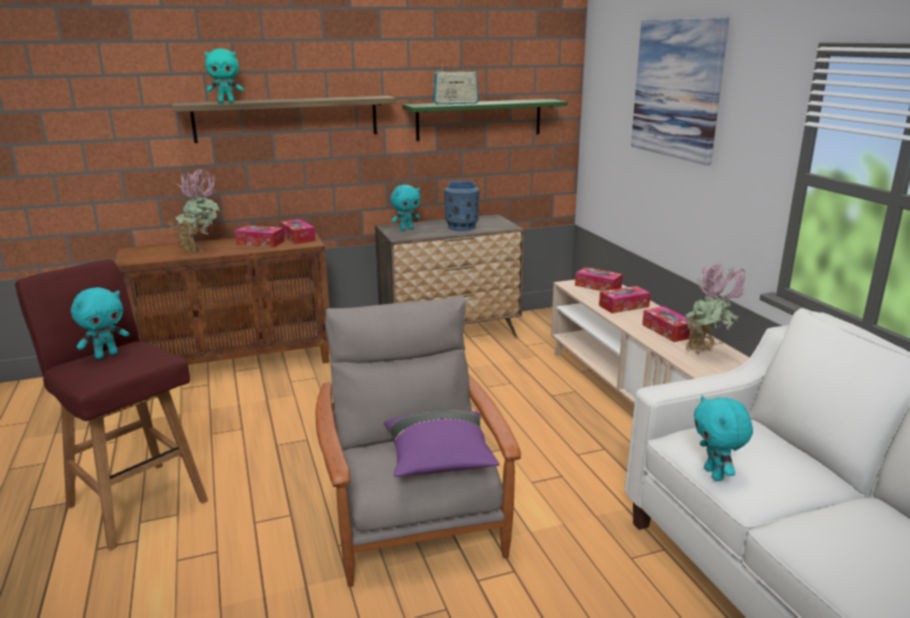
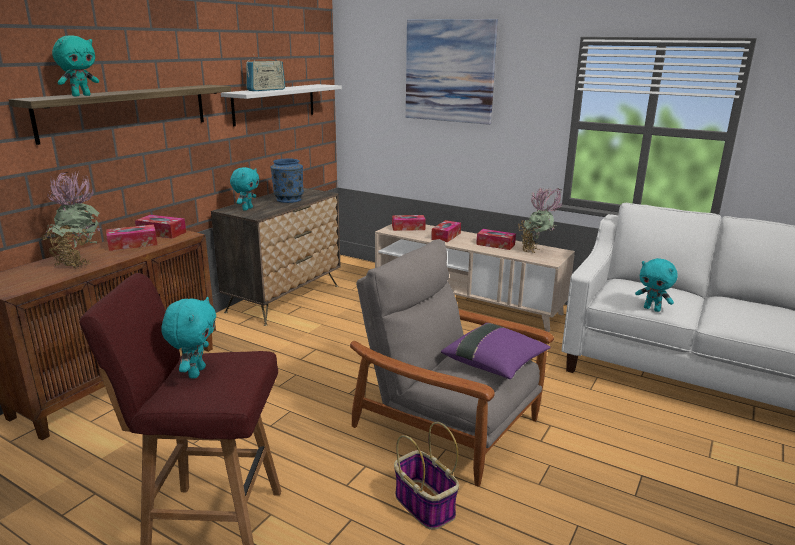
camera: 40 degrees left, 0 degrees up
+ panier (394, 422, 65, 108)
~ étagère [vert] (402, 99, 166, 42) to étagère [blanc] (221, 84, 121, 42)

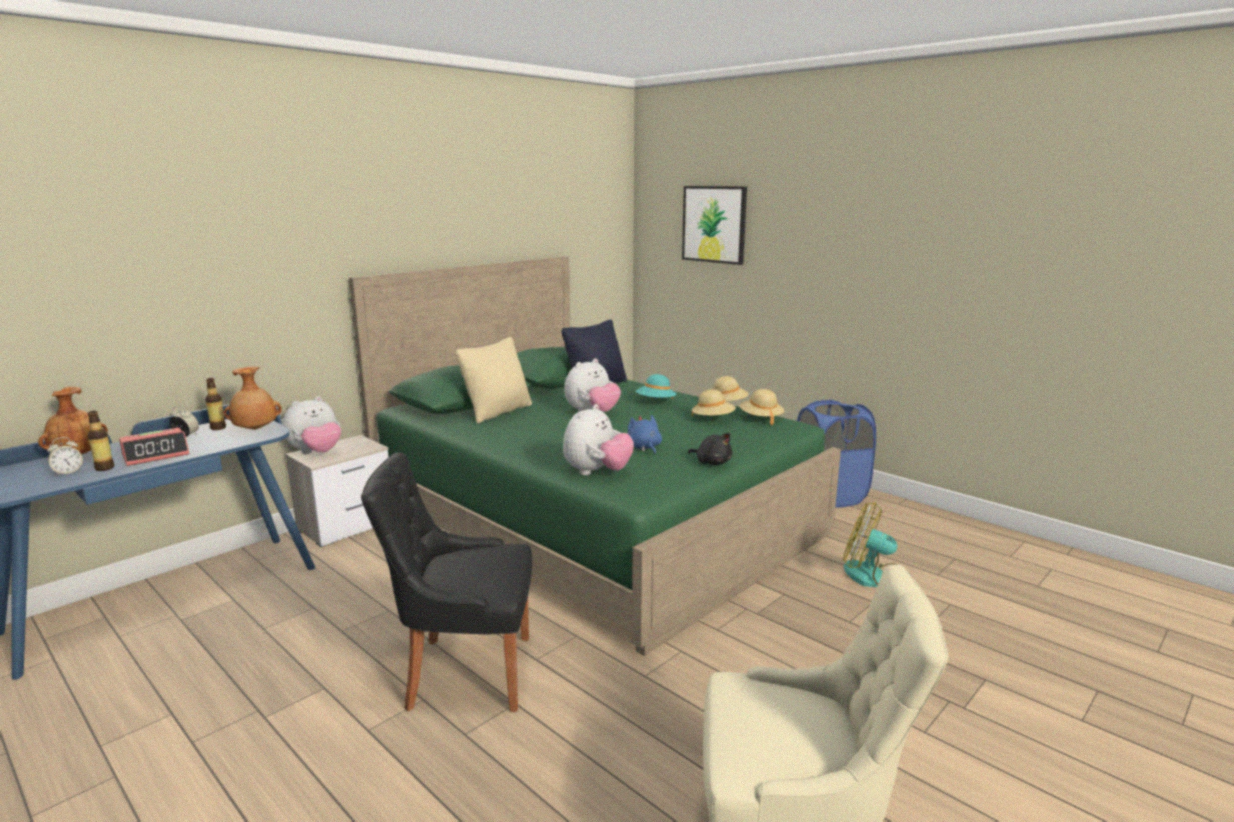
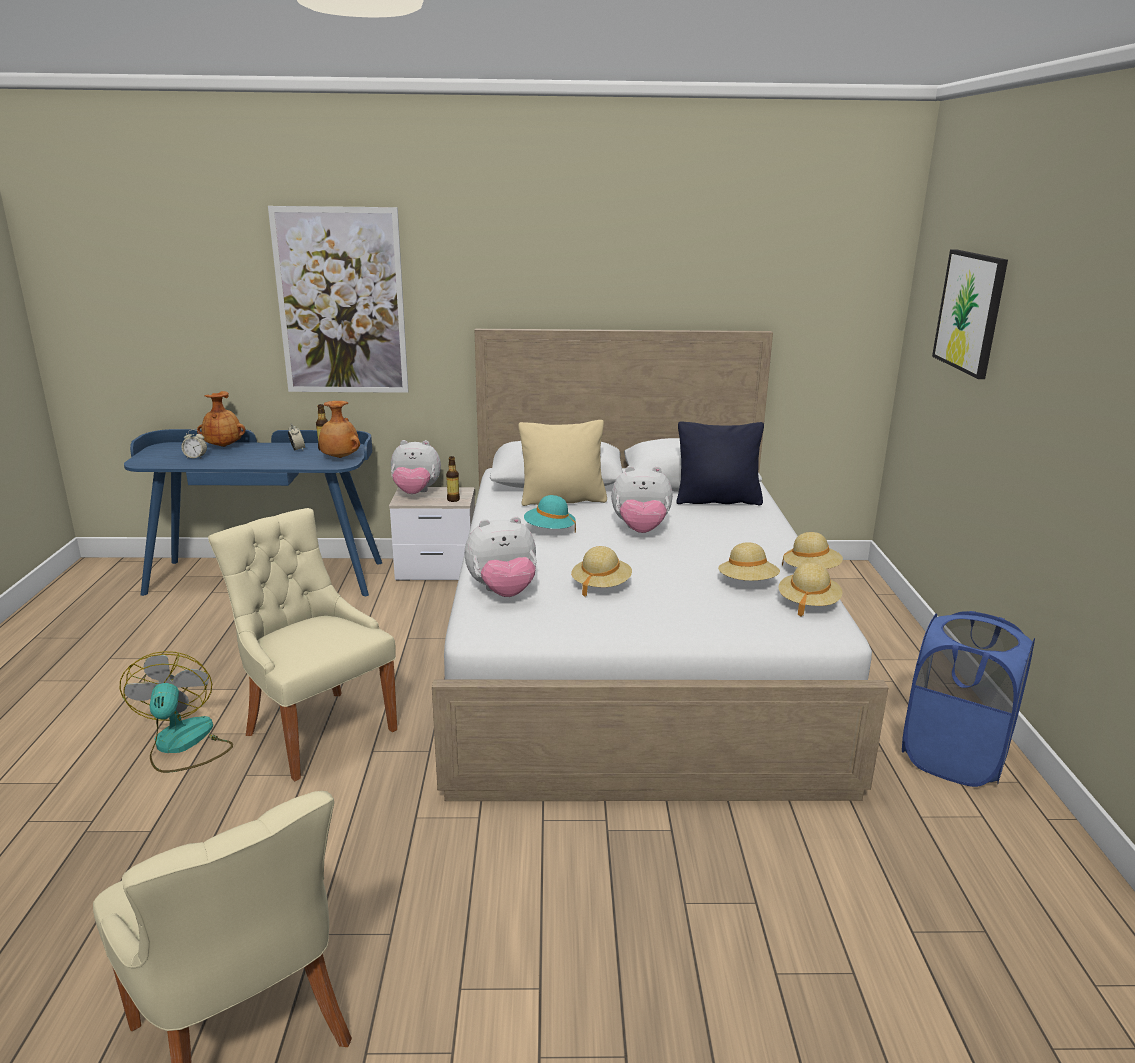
camera: 45 degrees right, 5 degrees up
- réveil (119, 428, 71, 38)
- peluche [noir] (688, 433, 44, 32)
+ tableau (268, 206, 140, 187)
~ bouteille (88, 411, 26, 60) to (446, 456, 14, 46)
~ chapeau [turquoise] (635, 374, 42, 25) to (524, 495, 52, 38)
~ ventilateur (843, 503, 70, 84) to (120, 651, 113, 122)
~ peluche [bleu] (627, 415, 35, 39) to chapeau [beige] (571, 546, 61, 51)
~ lit [vert] (349, 257, 492, 399) to lit [blanc] (432, 329, 456, 472)
~ chaise [noir] (361, 453, 171, 259) to chaise [beige] (208, 508, 189, 273)

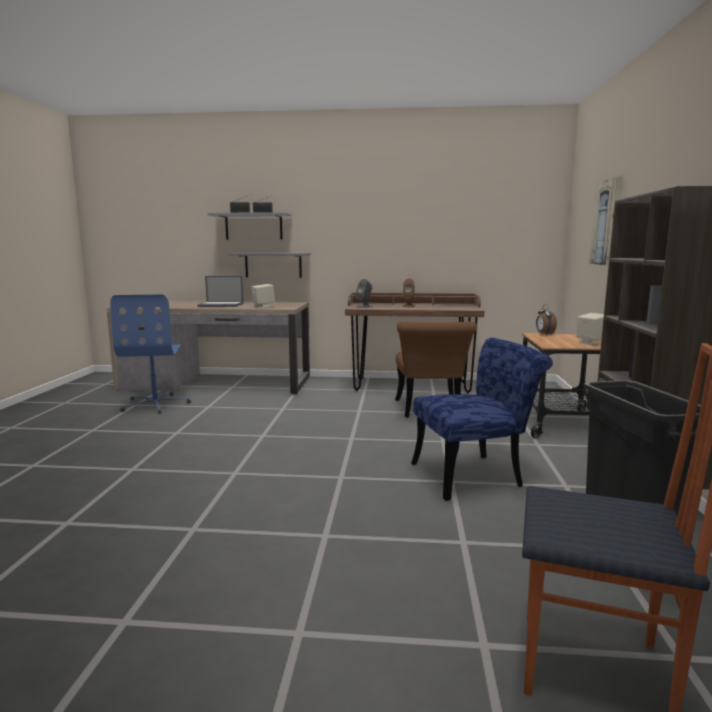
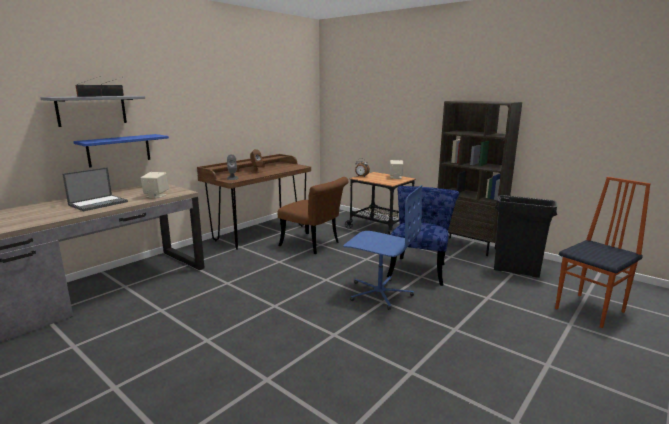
camera: 55 degrees left, 5 degrees up
- tableau (589, 176, 33, 90)
~ chaise de bureau [bleu] (110, 294, 81, 120) to (343, 185, 79, 125)
~ étagère [gris] (228, 253, 82, 25) to étagère [bleu] (73, 134, 96, 34)

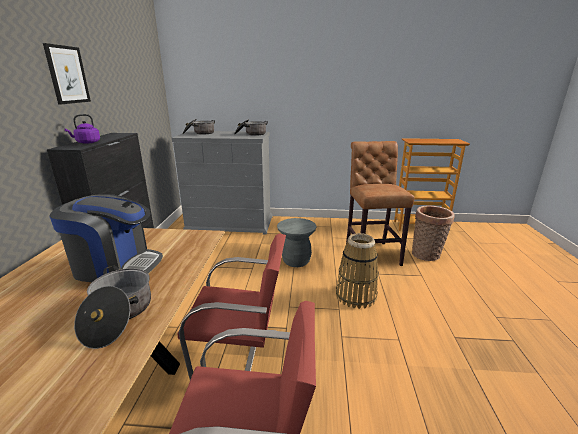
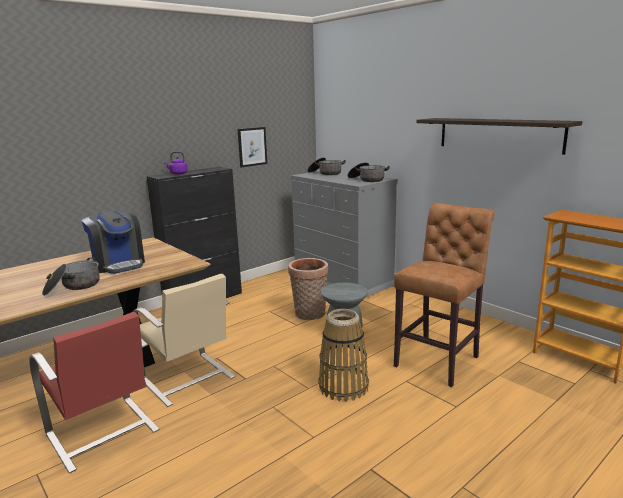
camera: 45 degrees right, 5 degrees down
+ étagère (416, 118, 167, 37)
~ tableau (43, 43, 48, 61) to (238, 127, 29, 40)
~ panier (412, 206, 42, 55) to (288, 258, 40, 62)
~ chaise [rouge] (177, 233, 109, 147) to chaise [beige] (132, 274, 103, 133)

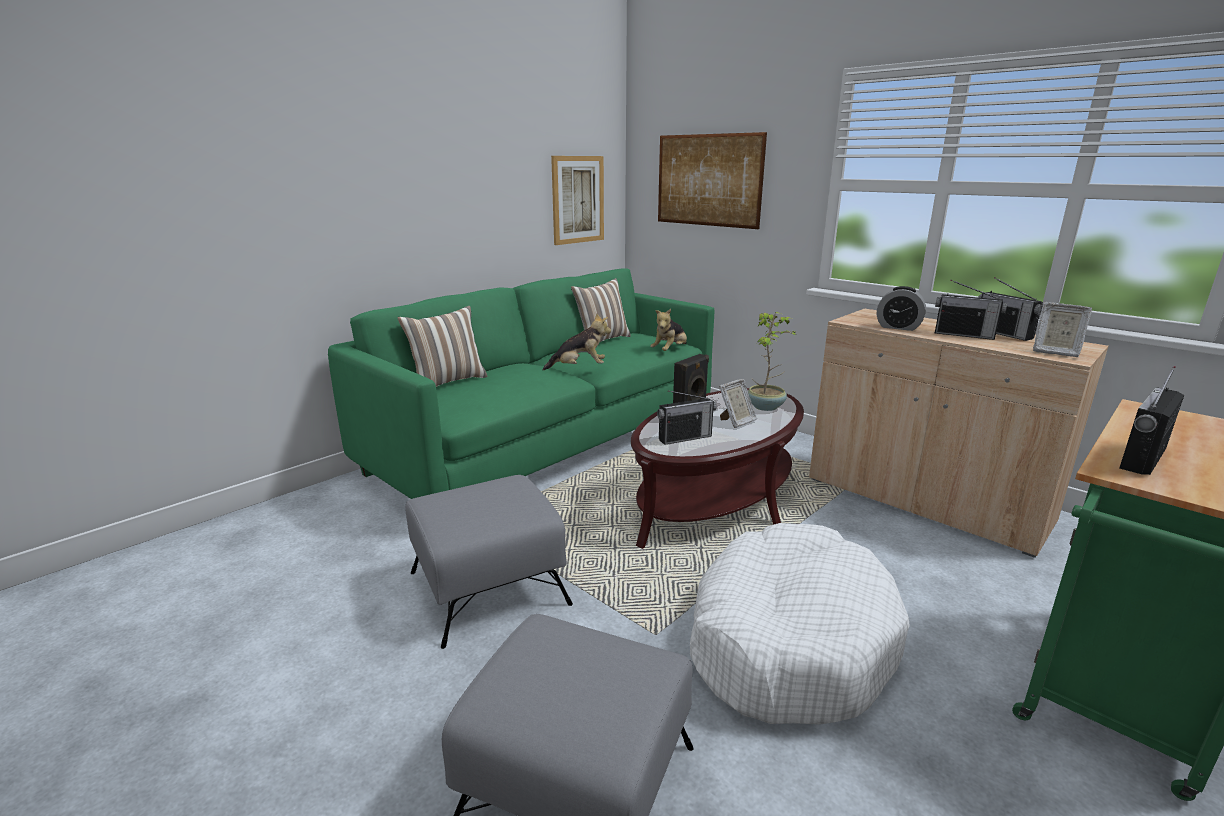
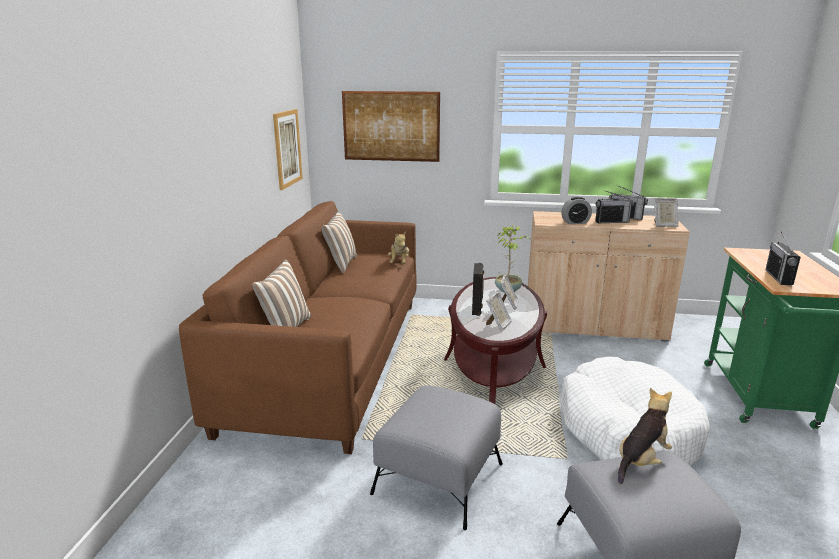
camera: 35 degrees left, 0 degrees up
~ peluche (542, 313, 69, 57) to (618, 388, 54, 96)
~ radio (657, 390, 60, 55) to cadre photo (486, 292, 26, 39)
~ canapé [vert] (328, 268, 386, 231) to canapé [marron] (179, 201, 238, 253)

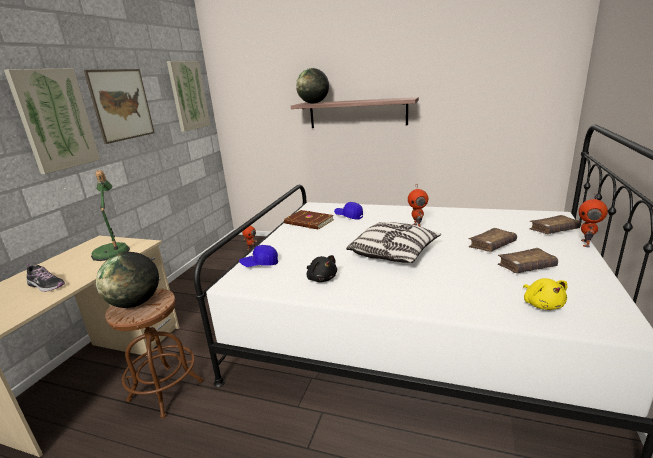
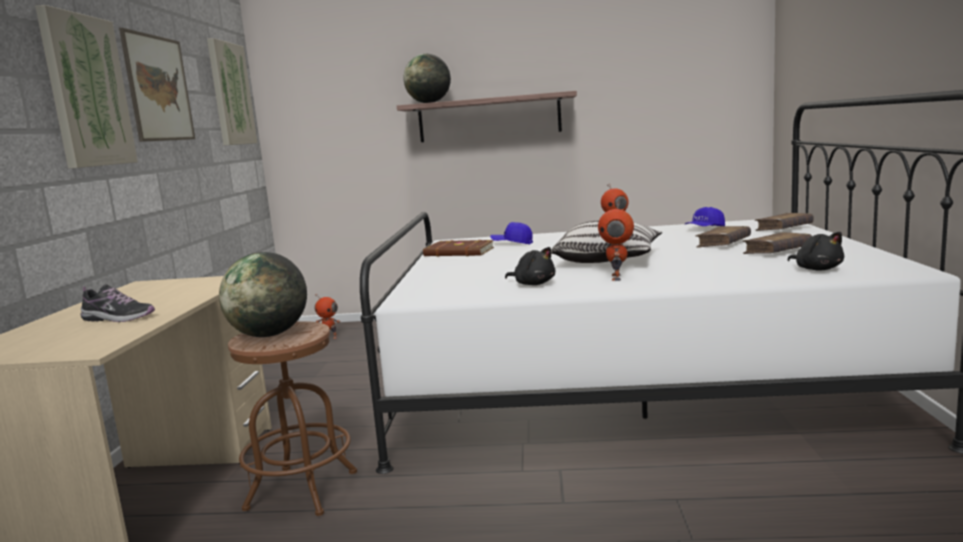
camera: 15 degrees left, 10 degrees down
- lampe de table (91, 170, 39, 91)
~ casquette [bleu] (239, 245, 39, 22) to (685, 207, 40, 19)
~ robot jouet (579, 193, 29, 54) to (598, 201, 36, 80)
~ peluche [jaune] (523, 278, 44, 32) to peluche [noir] (788, 232, 56, 39)

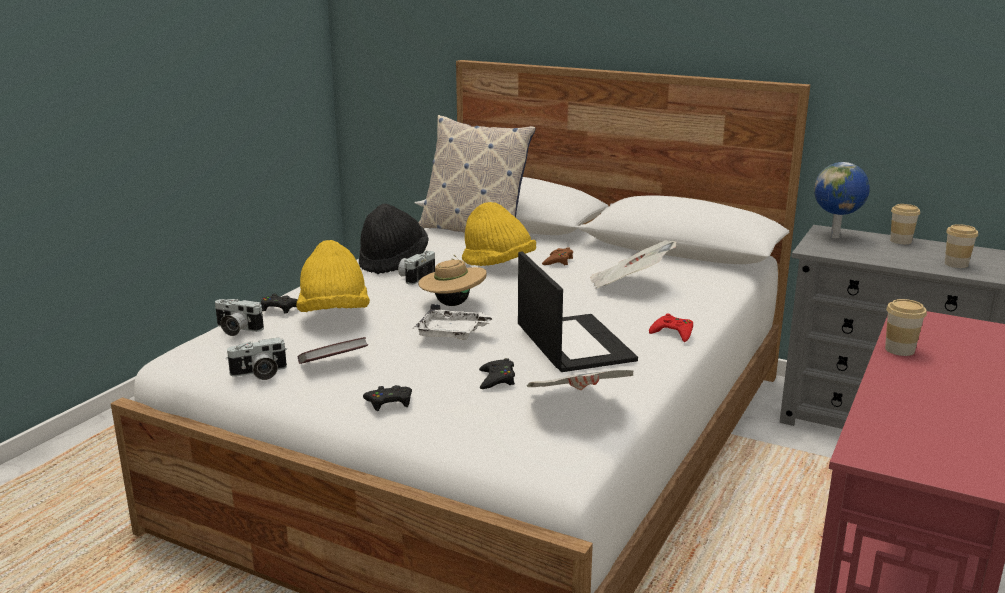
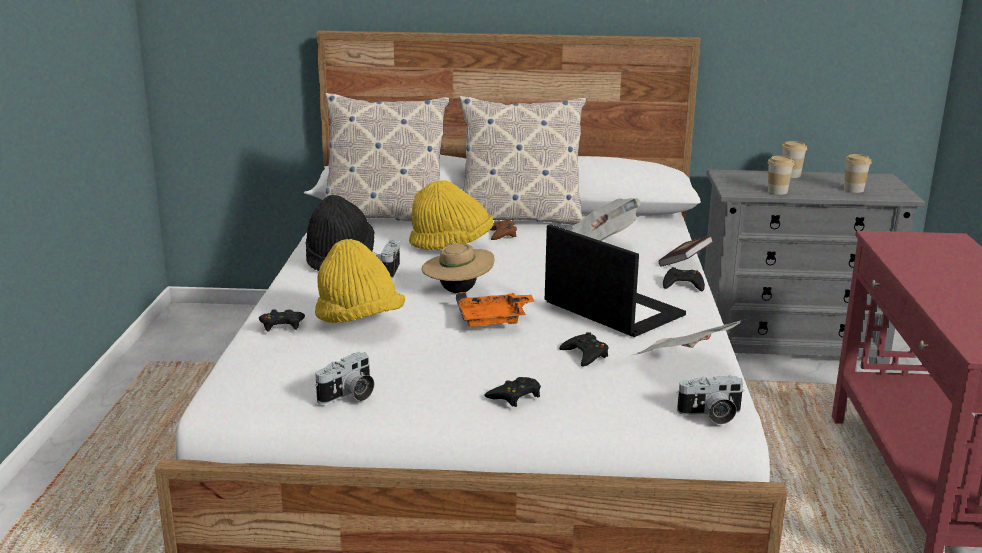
camera: 25 degrees left, 0 degrees up
- globe (814, 162, 56, 76)
+ coussin (459, 96, 127, 129)
~ appareil photo (215, 299, 49, 37) to (676, 376, 68, 48)
~ livre (298, 337, 70, 27) to (659, 236, 55, 31)
~ tasse (885, 299, 42, 57) to (768, 156, 26, 39)
~ plateau [blanc] (413, 304, 85, 36) to plateau [orange] (456, 292, 79, 35)
~ manette [rouge] (649, 314, 44, 28) to manette [noir] (663, 267, 42, 24)

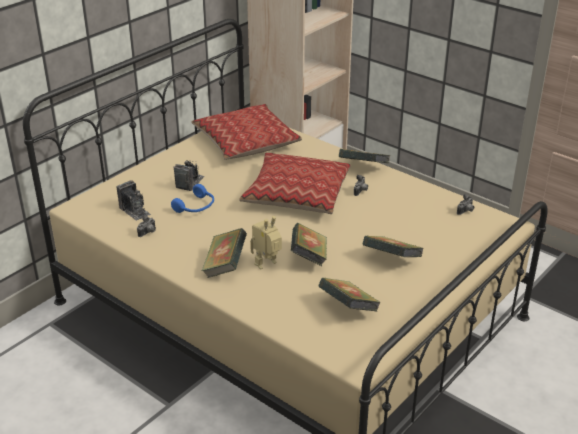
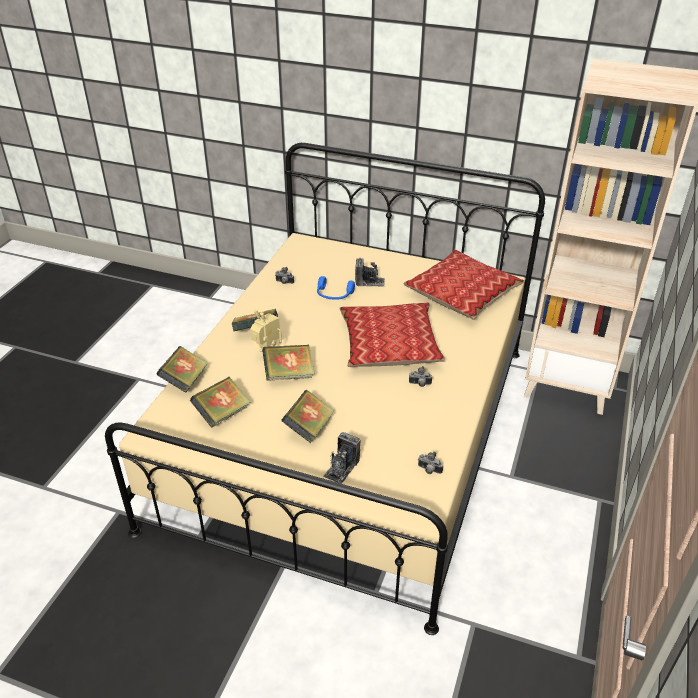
camera: 70 degrees right, 5 degrees up
~ appareil photo (117, 180, 34, 41) to (323, 432, 38, 52)
~ livre (339, 149, 51, 14) to (156, 346, 52, 47)

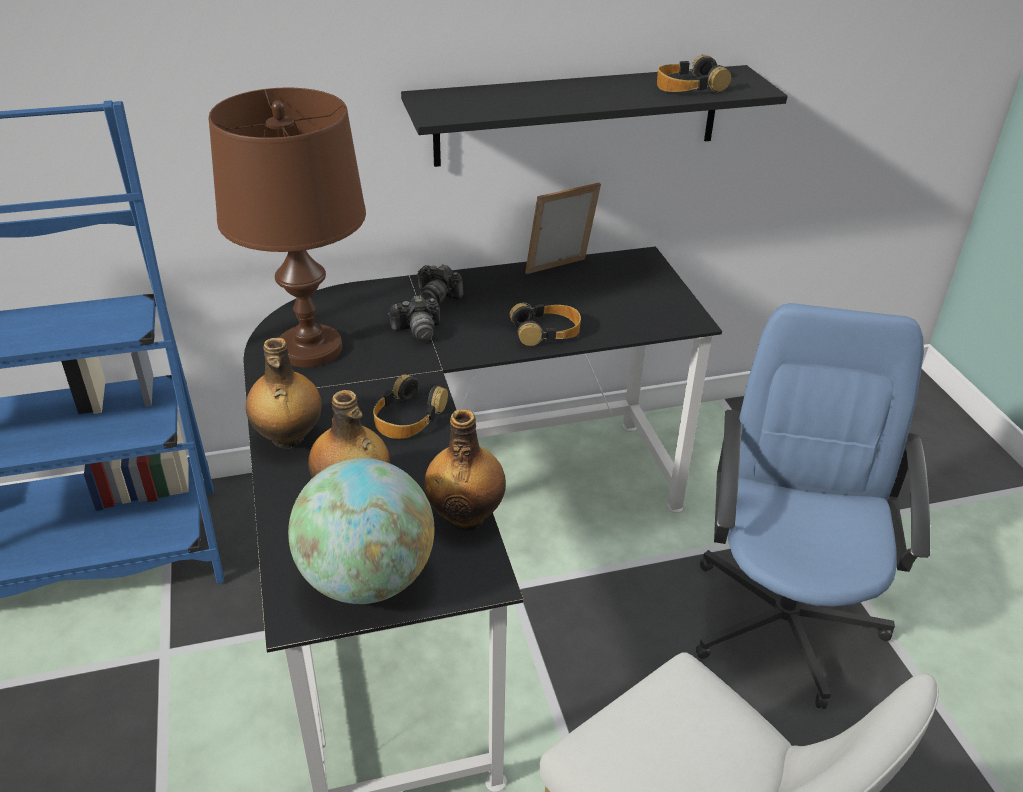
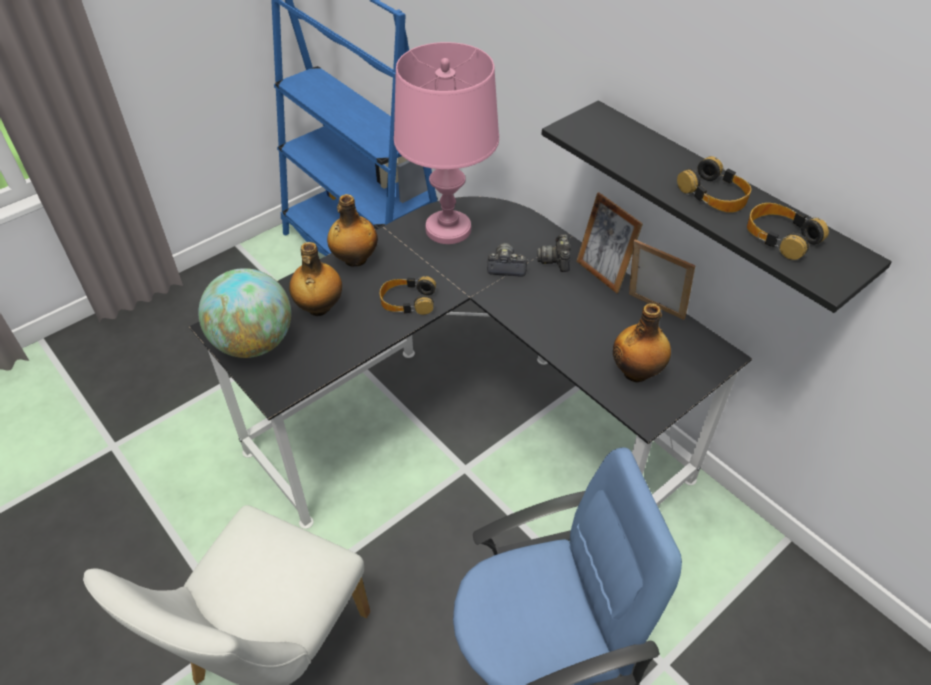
camera: 65 degrees right, 10 degrees up
+ cadre photo (577, 192, 66, 101)
~ bouteille (424, 409, 82, 122) to (613, 303, 58, 80)
~ casque audio (510, 303, 71, 43) to (677, 156, 74, 57)
~ lampe de table [marron] (209, 88, 157, 279) to lampe de table [rose] (394, 42, 105, 202)
~ appareil photo (388, 295, 52, 46) = (487, 243, 42, 34) 135 degrees clockwise

